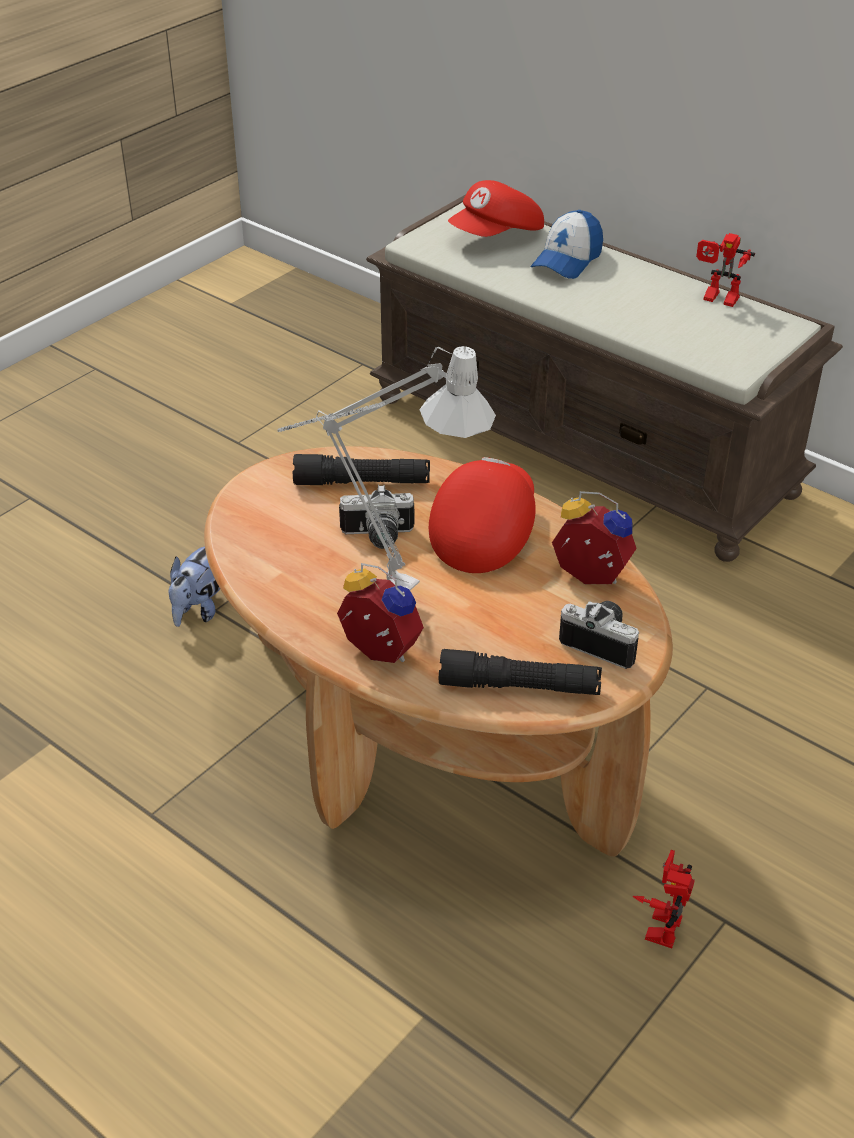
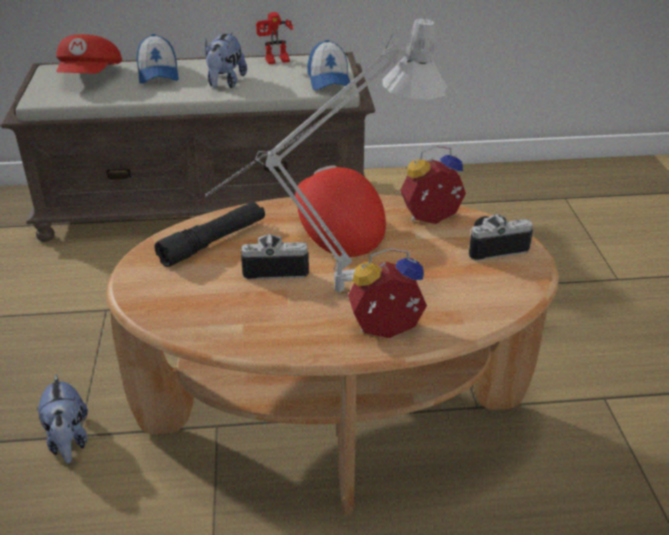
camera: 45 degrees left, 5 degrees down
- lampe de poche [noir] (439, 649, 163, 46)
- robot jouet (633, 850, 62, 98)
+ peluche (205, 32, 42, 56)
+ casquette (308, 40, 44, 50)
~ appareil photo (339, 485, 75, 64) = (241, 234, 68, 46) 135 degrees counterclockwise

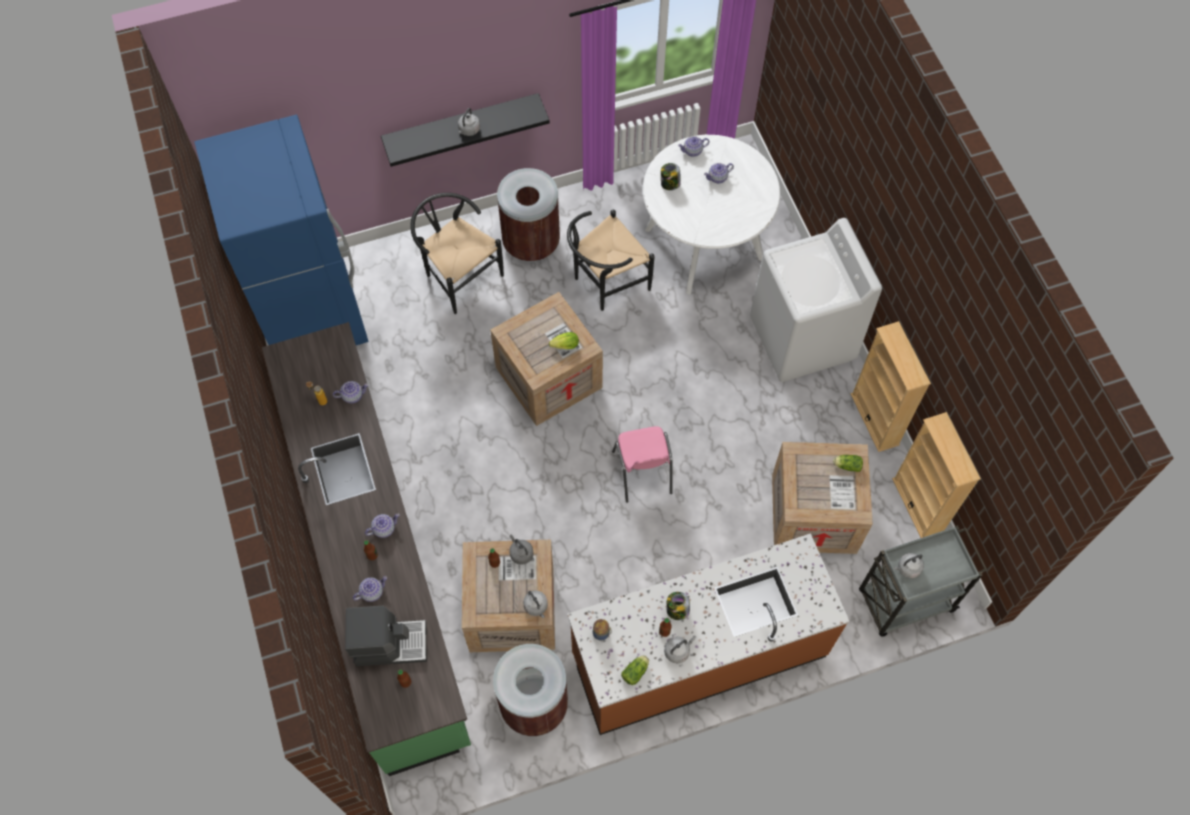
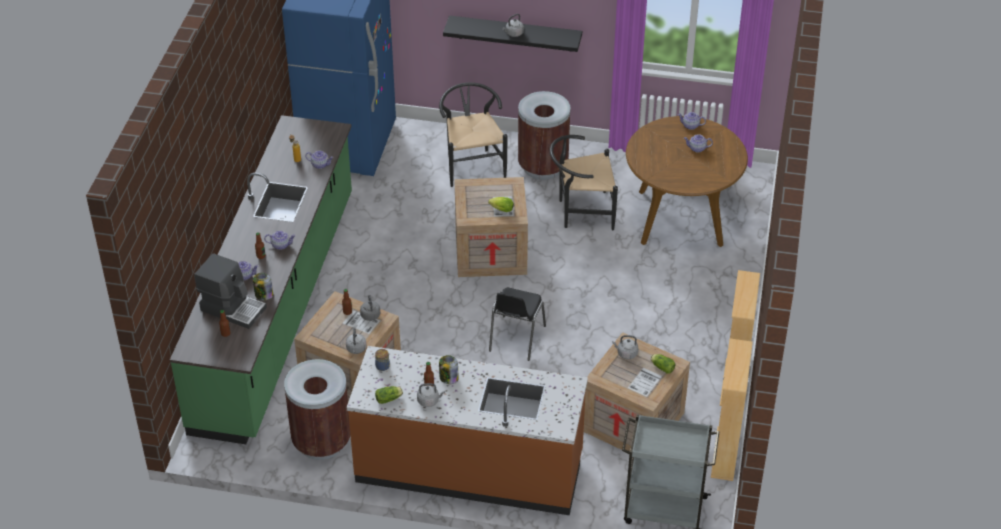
camera: 30 degrees right, 20 degrees down
- lave-linge [blanc] (750, 218, 132, 164)
~ bocal (661, 163, 20, 27) to (253, 273, 20, 27)
~ bouilloire [gris] (894, 553, 30, 26) to (612, 335, 26, 24)
~ chaise [rose] (612, 426, 60, 77) to chaise [noir] (489, 288, 57, 73)
~ table à manger [blanc] (643, 135, 137, 159) to table à manger [marron] (626, 116, 122, 131)

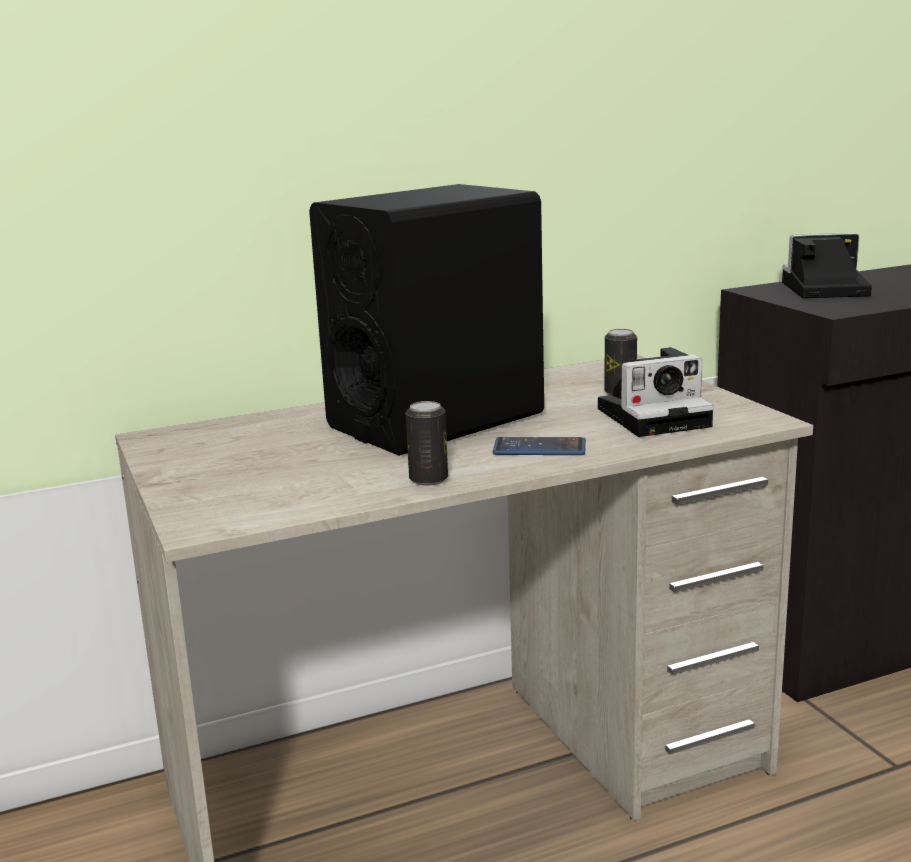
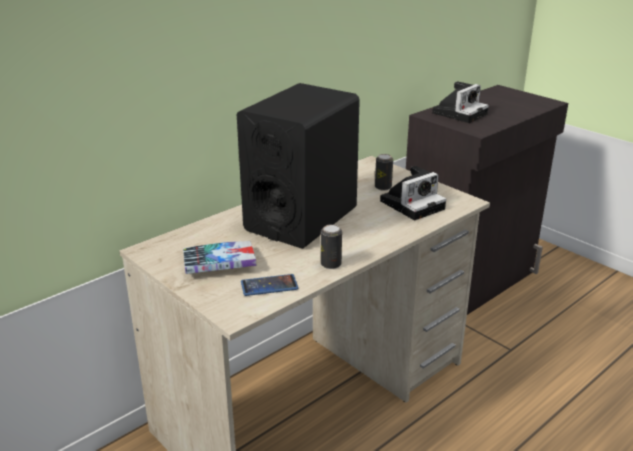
camera: 20 degrees left, 10 degrees up
+ livre (183, 241, 73, 33)
~ téléphone (493, 437, 93, 18) to (241, 274, 57, 22)
~ appareil photo (782, 233, 90, 65) = (432, 81, 57, 42) 150 degrees clockwise

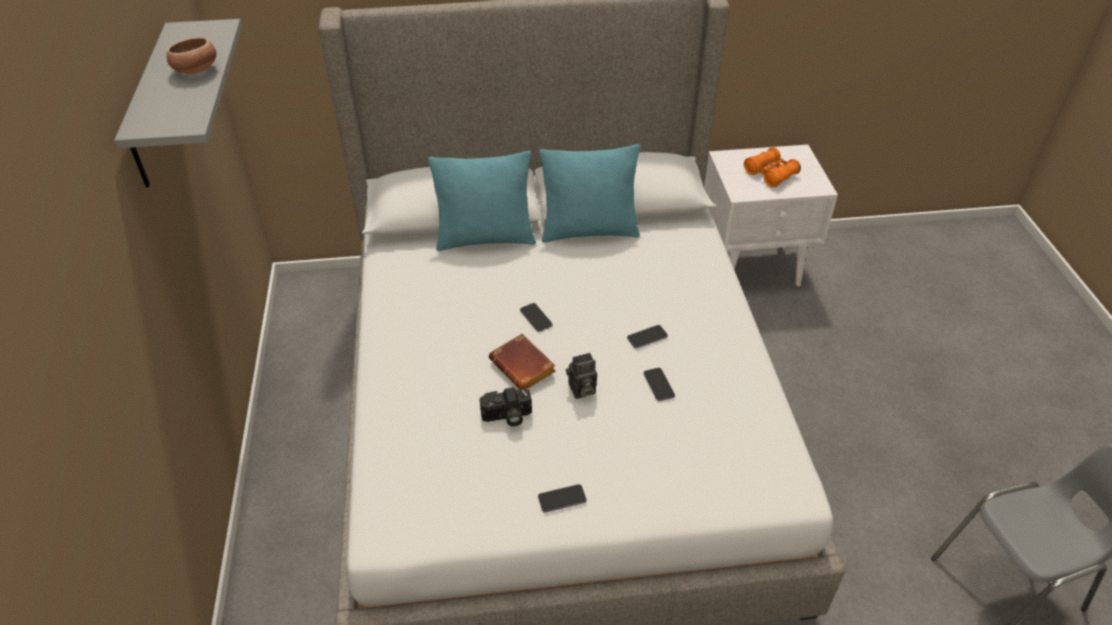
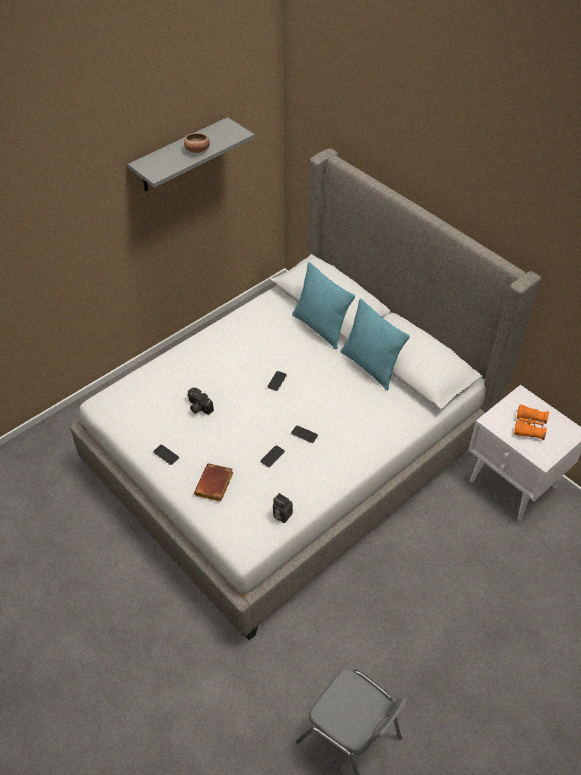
camera: 55 degrees right, 5 degrees up
~ livre [marron] (489, 334, 67, 56) to (194, 463, 40, 39)
~ appareil photo (566, 353, 31, 46) to (273, 493, 20, 30)

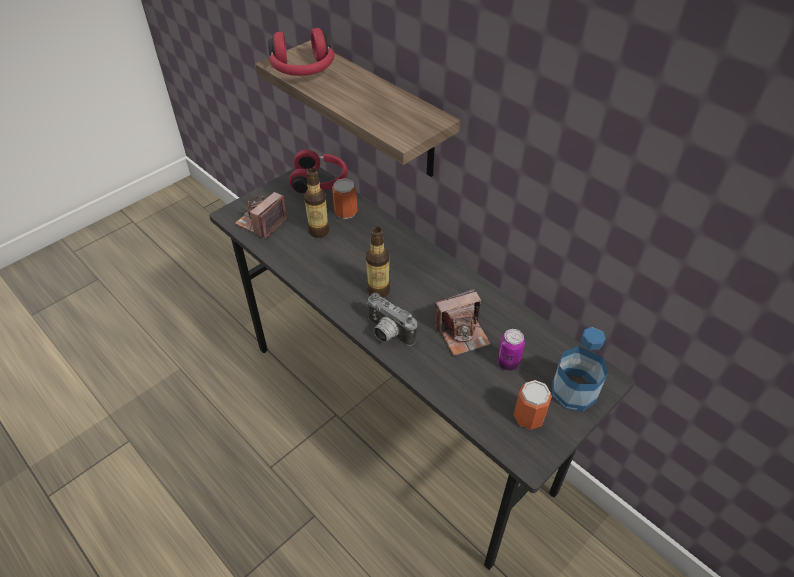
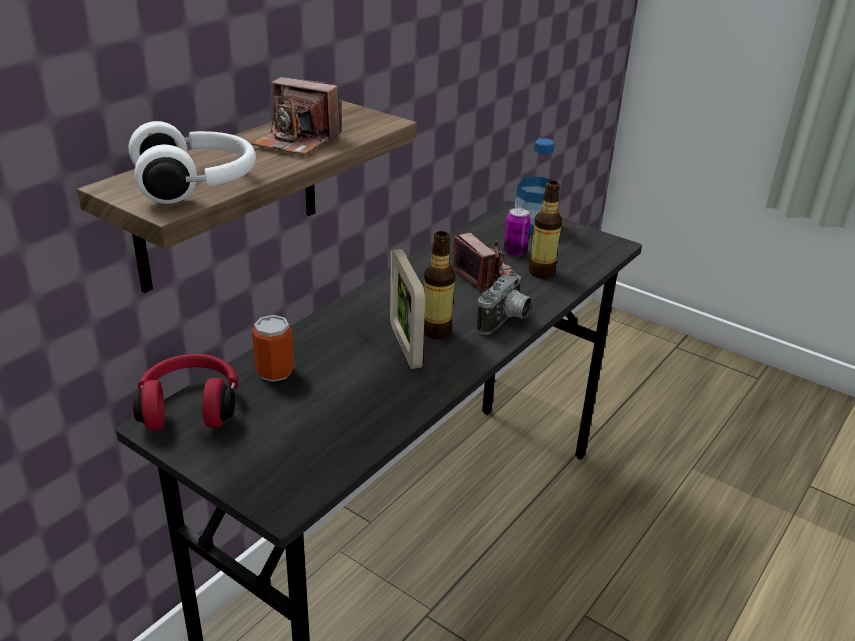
camera: 100 degrees left, 15 degrees down
- boîte métallique (514, 380, 38, 50)
+ cadre photo (390, 249, 35, 120)
~ appareil photo (235, 192, 52, 47) to (251, 77, 91, 78)
~ bouteille (304, 168, 25, 70) to (529, 181, 33, 97)
~ casque audio [rouge] (268, 28, 66, 48) to casque audio [blanc] (129, 121, 127, 83)

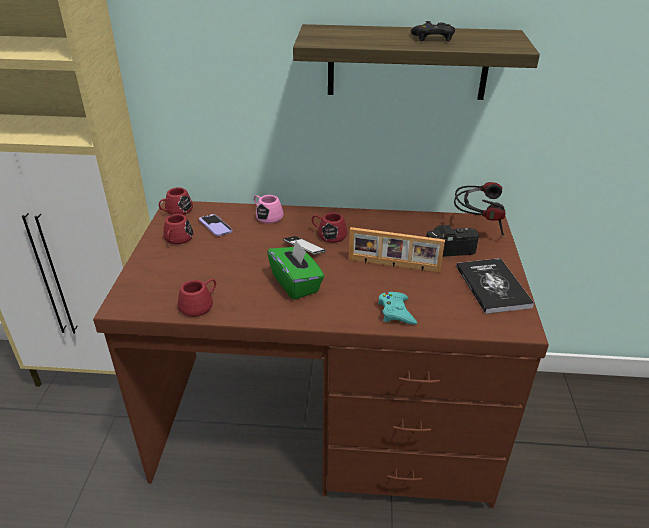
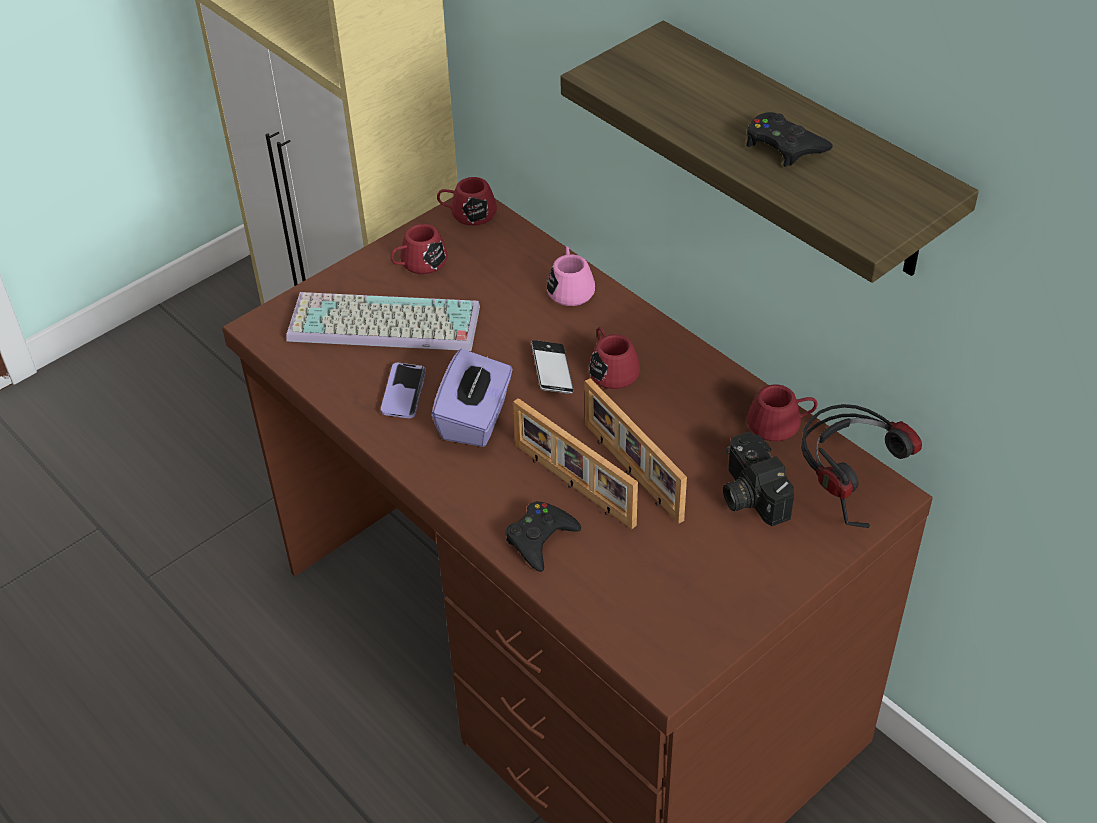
camera: 45 degrees right, 10 degrees up
- livre (456, 258, 78, 56)
+ clavier (286, 292, 194, 59)
+ cadre photo (513, 398, 125, 131)
~ mug [rouge] (178, 279, 38, 38) to (747, 384, 70, 57)
~ téléphone (199, 214, 34, 22) to (381, 363, 45, 55)
~ boîte à mouchoirs [vert] (267, 240, 57, 60) to boîte à mouchoirs [violet] (431, 349, 82, 98)
~ manette [turquoise] (378, 292, 39, 33) to manette [noir] (505, 501, 76, 71)
~ appareil photo (426, 225, 53, 32) = (723, 432, 71, 94) 150 degrees counterclockwise

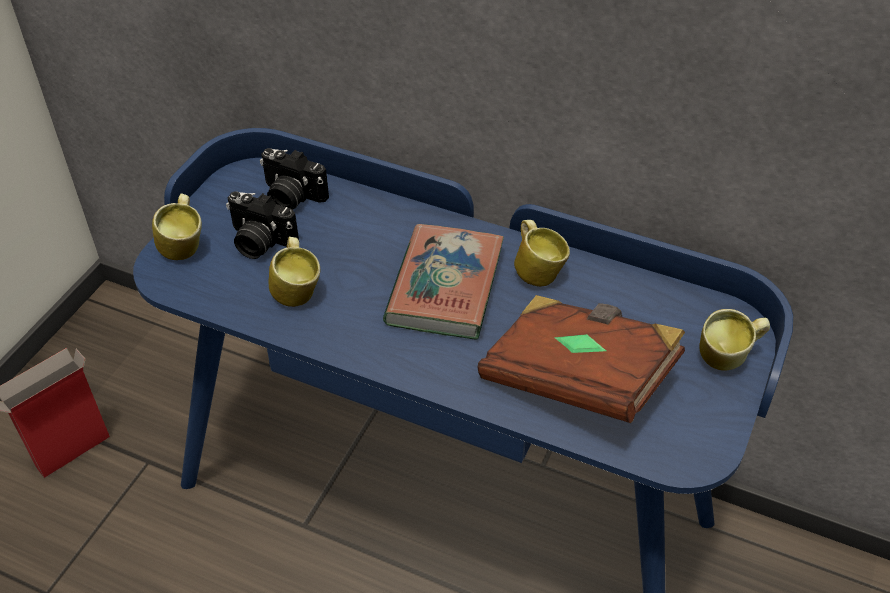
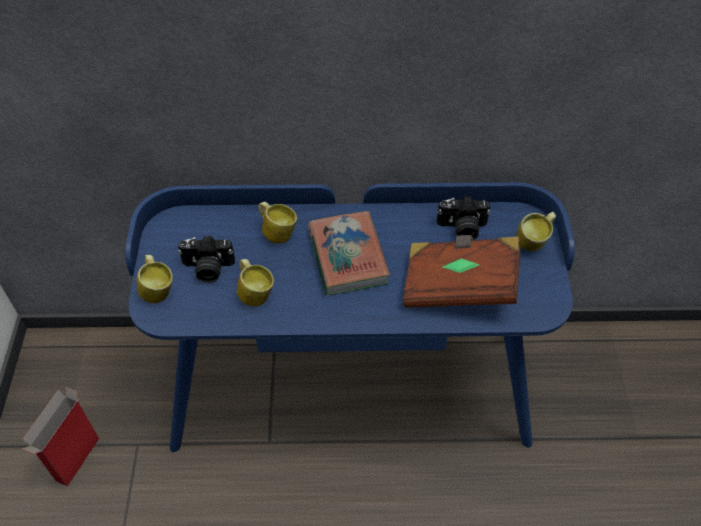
camera: 25 degrees left, 5 degrees up
~ appareil photo (260, 148, 69, 61) to (437, 196, 53, 44)
~ mug (514, 220, 56, 67) to (258, 202, 39, 41)

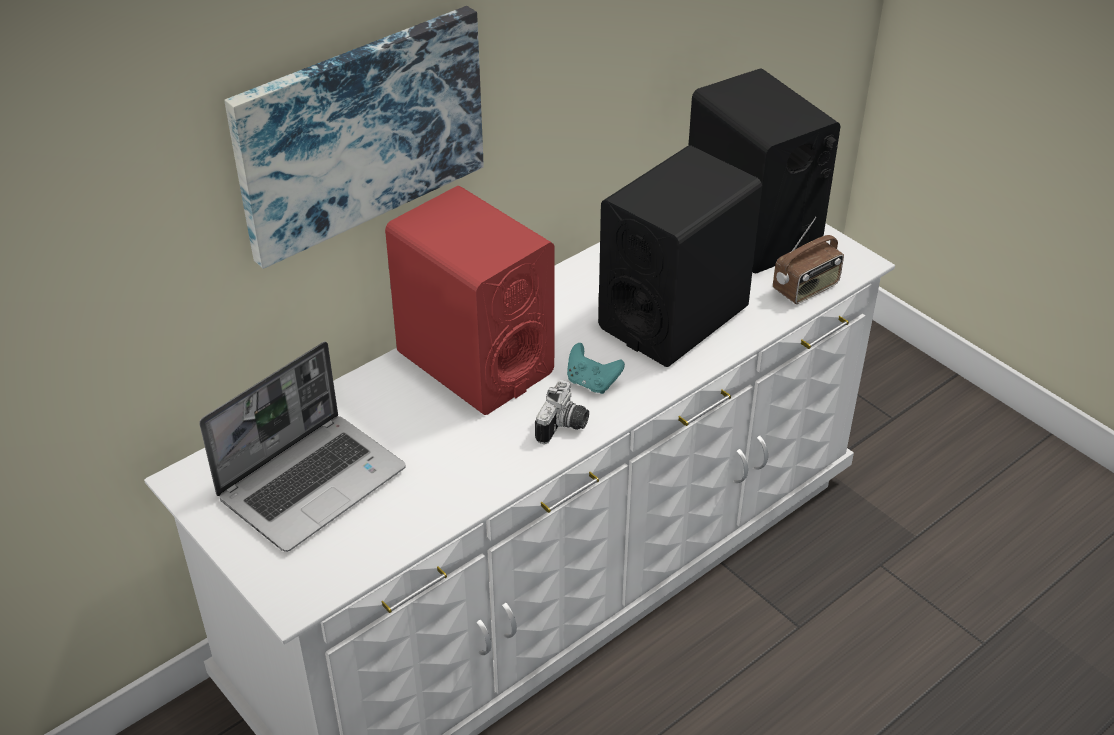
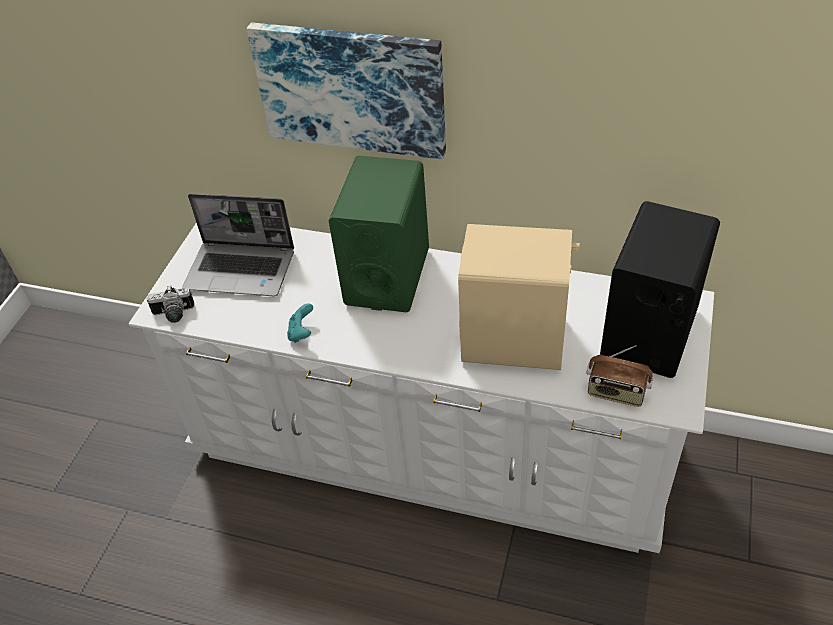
camera: 60 degrees right, 5 degrees up
~ appareil photo (535, 380, 54, 64) to (147, 285, 48, 38)
~ manette [turquoise] (567, 343, 58, 51) to (287, 303, 26, 40)
~ enceinte [rouge] (385, 186, 170, 229) to enceinte [vert] (329, 156, 100, 156)
~ enceinte [noir] (598, 145, 164, 222) to enceinte [beige] (458, 224, 122, 146)

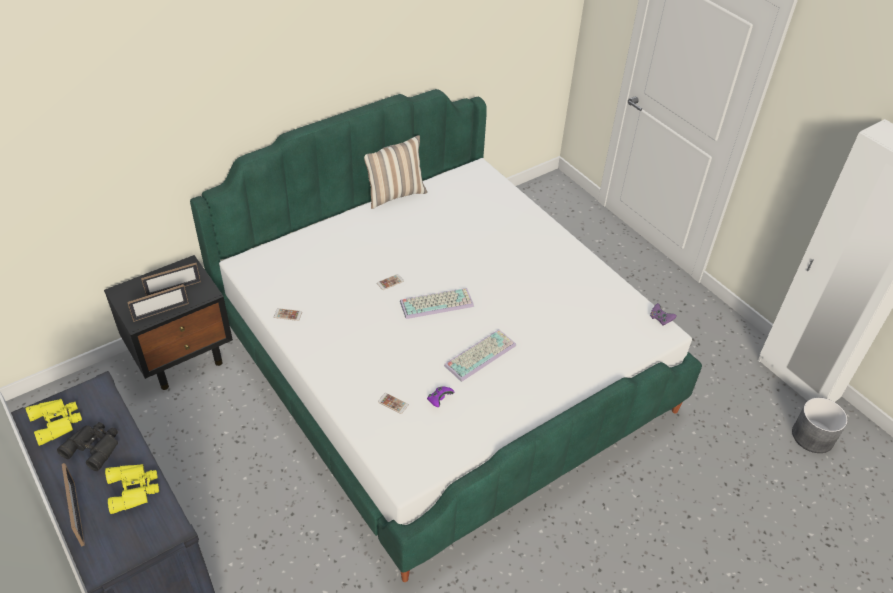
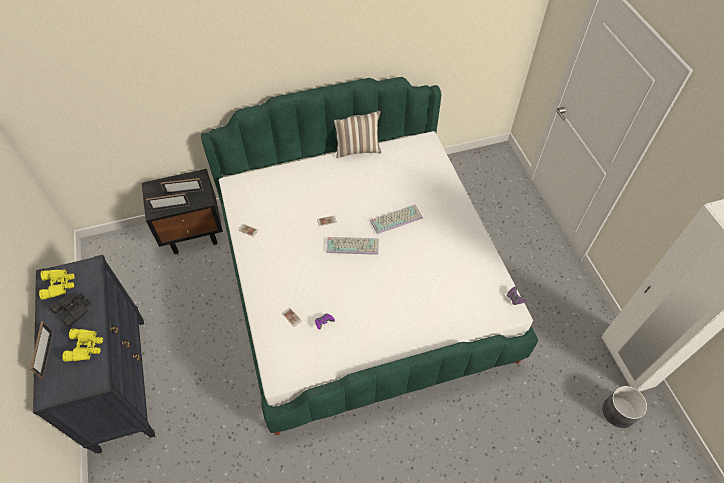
camera: 20 degrees right, 10 degrees up
~ clavier (444, 329, 72, 53) to (370, 205, 53, 29)

